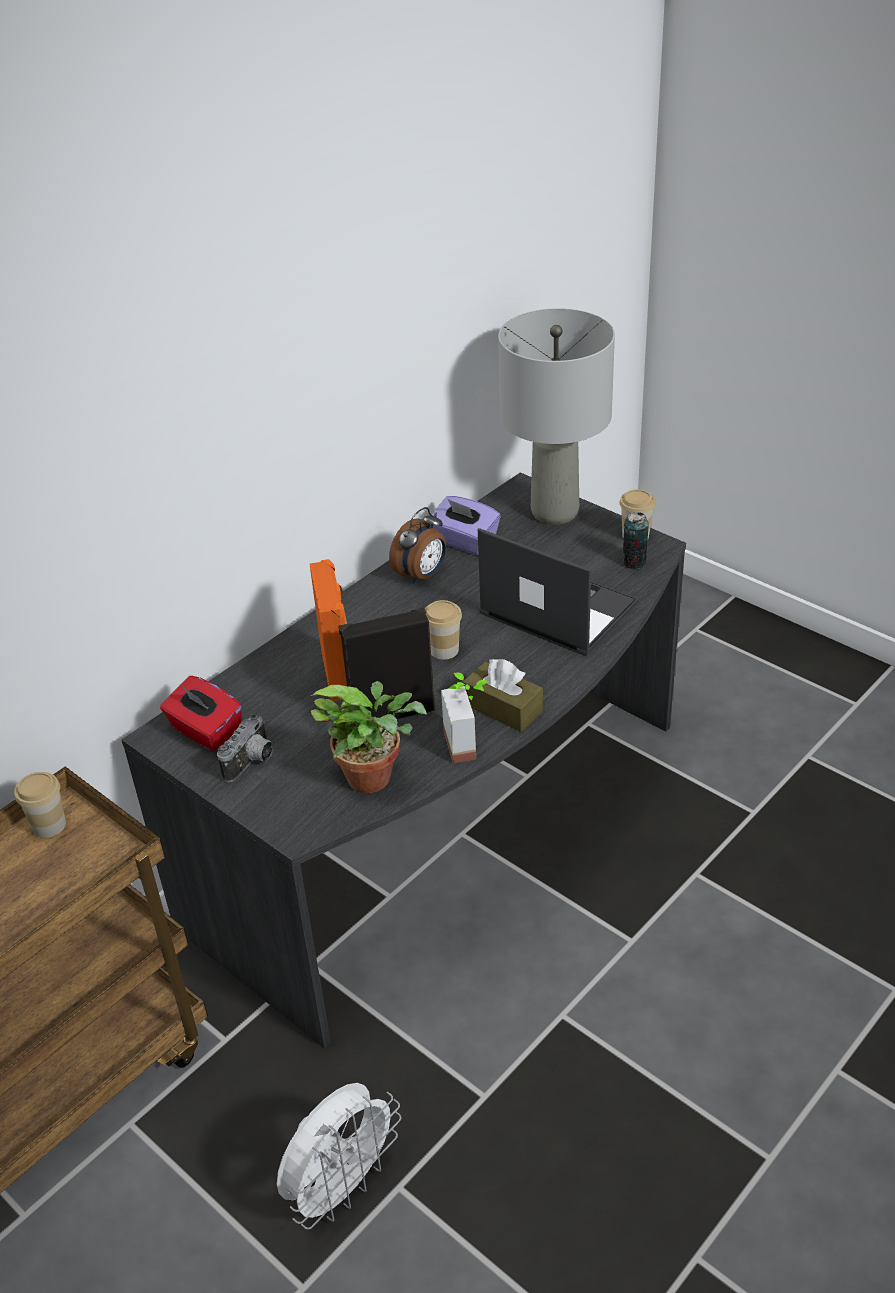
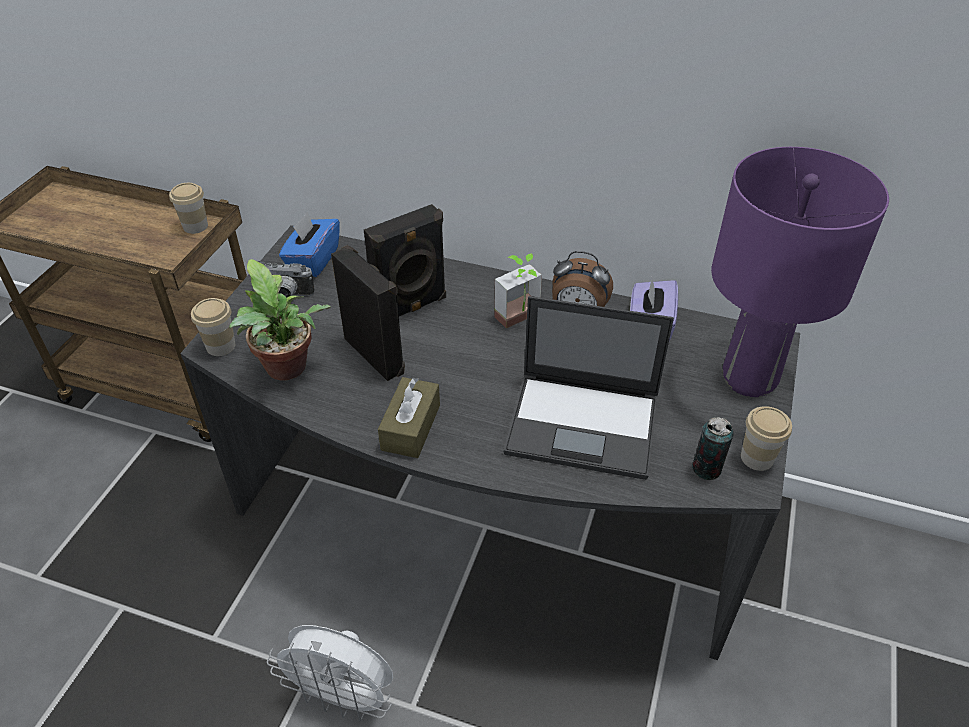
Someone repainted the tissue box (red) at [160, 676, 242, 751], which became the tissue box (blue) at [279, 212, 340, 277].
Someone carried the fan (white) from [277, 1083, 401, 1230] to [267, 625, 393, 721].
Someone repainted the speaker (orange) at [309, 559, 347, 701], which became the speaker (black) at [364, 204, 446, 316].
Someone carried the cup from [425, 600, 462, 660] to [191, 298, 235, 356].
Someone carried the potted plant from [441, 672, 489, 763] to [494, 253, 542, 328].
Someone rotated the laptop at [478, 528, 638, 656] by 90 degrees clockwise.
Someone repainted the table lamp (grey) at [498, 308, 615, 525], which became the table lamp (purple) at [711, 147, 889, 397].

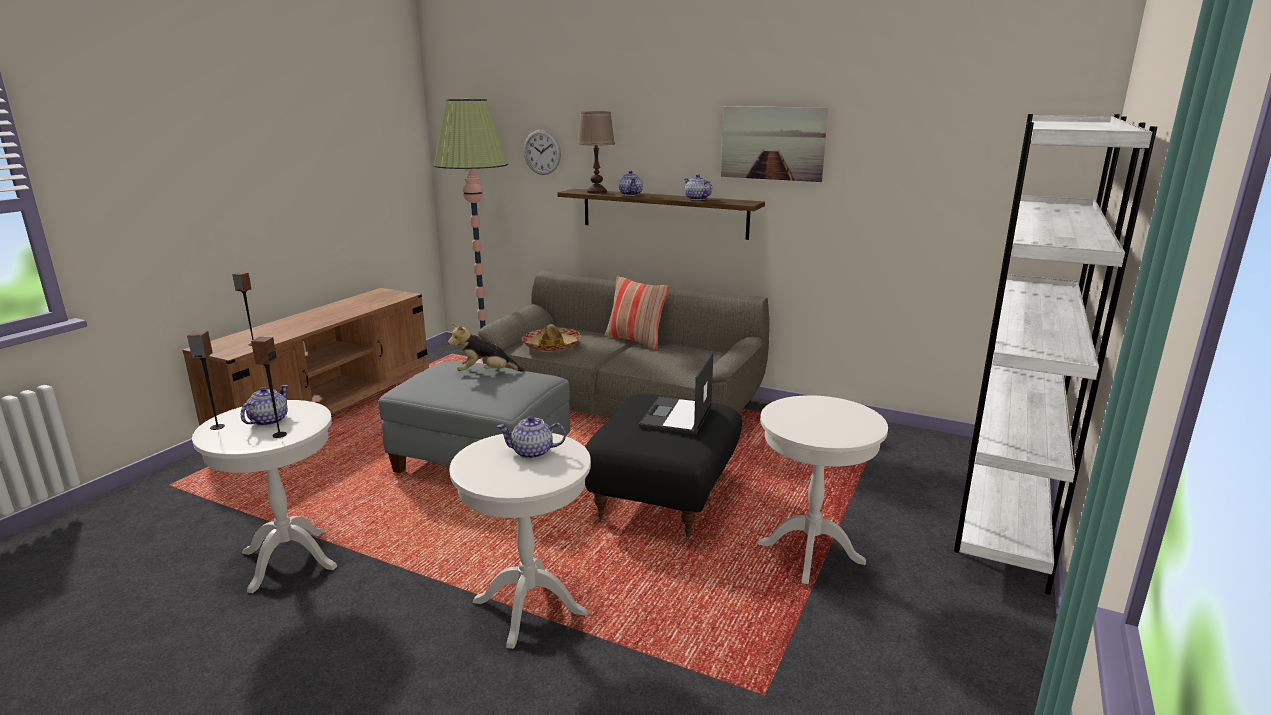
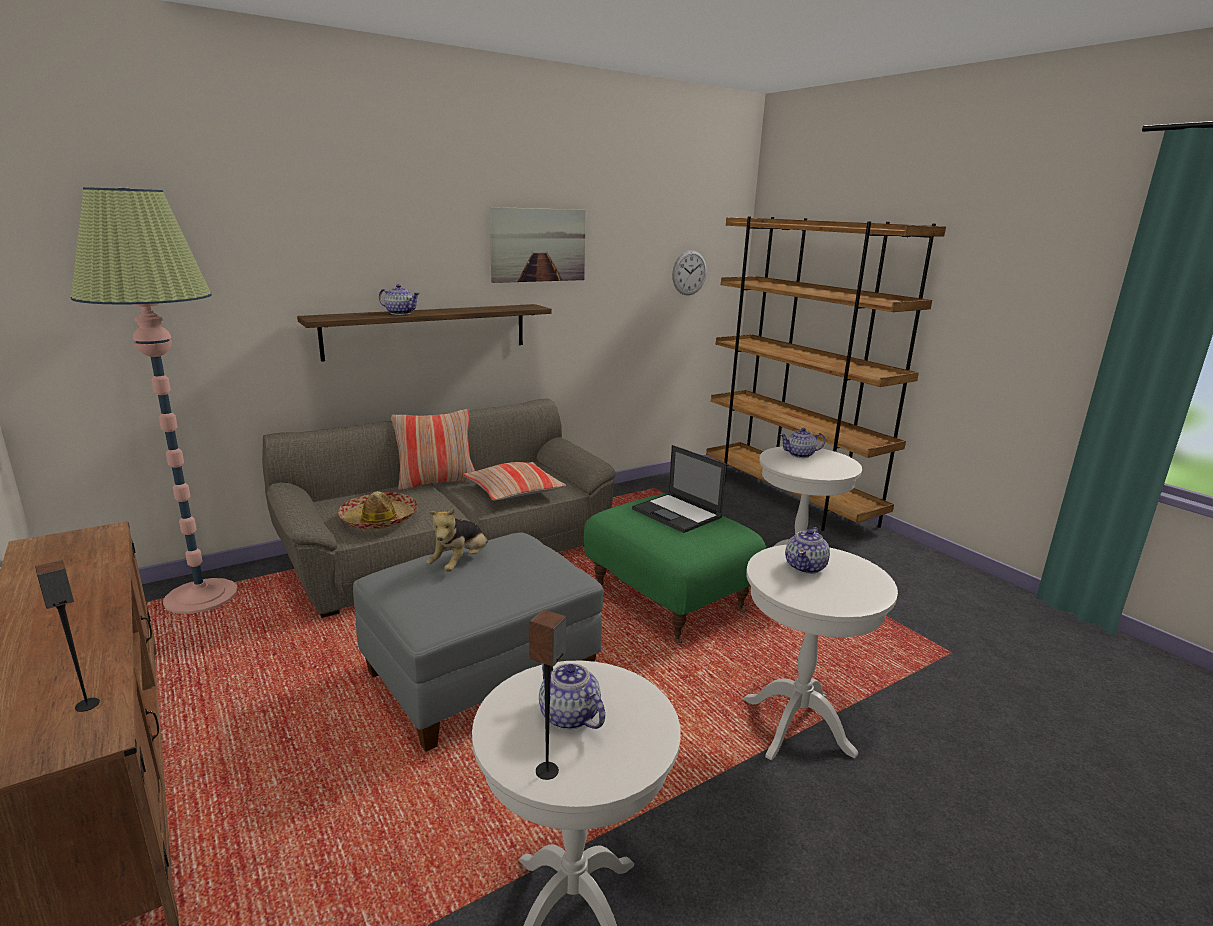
Someone took away the speaker at [251, 337, 287, 438].
Someone carried the wall clock from [524, 130, 561, 175] to [672, 250, 707, 295].
Someone took away the table lamp (brown) at [577, 111, 615, 194].
Someone repainted the ottoman (black) at [585, 394, 742, 541], which became the ottoman (green) at [584, 494, 767, 643].
Someone carried the teapot from [684, 174, 712, 200] to [780, 428, 825, 458].
Someone repainted the bookcase (white) at [954, 114, 1157, 595], which became the bookcase (brown) at [706, 217, 946, 531].
Someone put down the pillow at [463, 462, 566, 501].

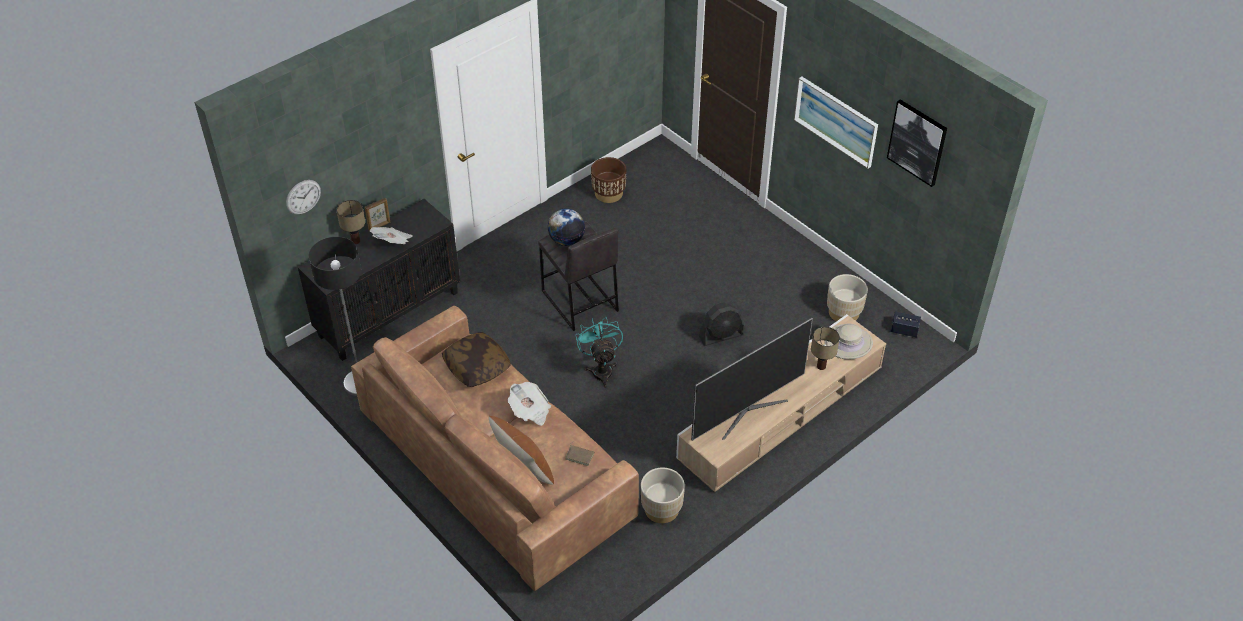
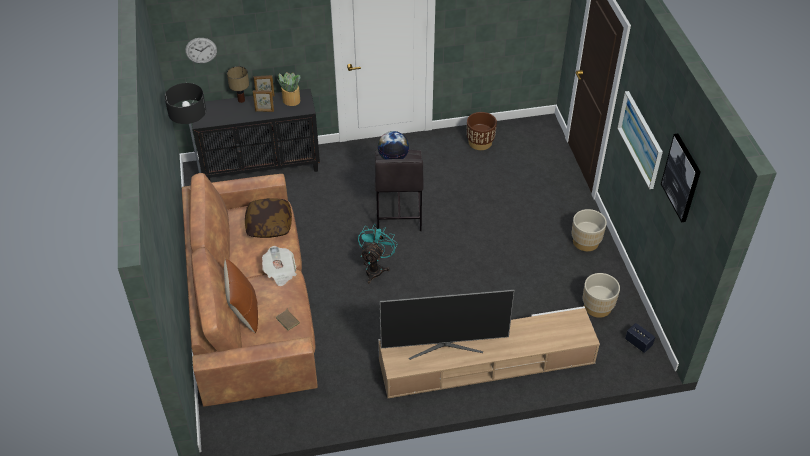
Someone swapped the newspaper at [370, 227, 412, 244] for the picture frame at [253, 90, 274, 112].
Someone carried the planter (beige) from [641, 468, 685, 523] to [572, 209, 607, 251].
Someone took away the fan (black) at [699, 303, 743, 346].
Someone took away the table lamp at [811, 327, 840, 370].
Someone took away the hat (beige) at [824, 324, 873, 359].
Someone put down the potted plant at [277, 72, 300, 106].

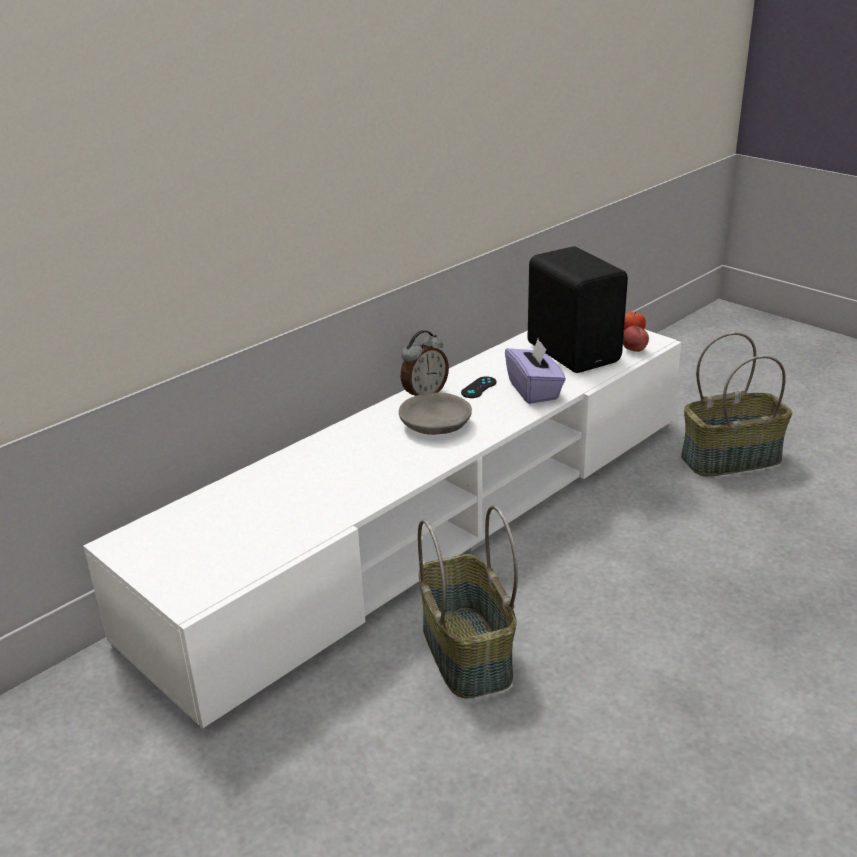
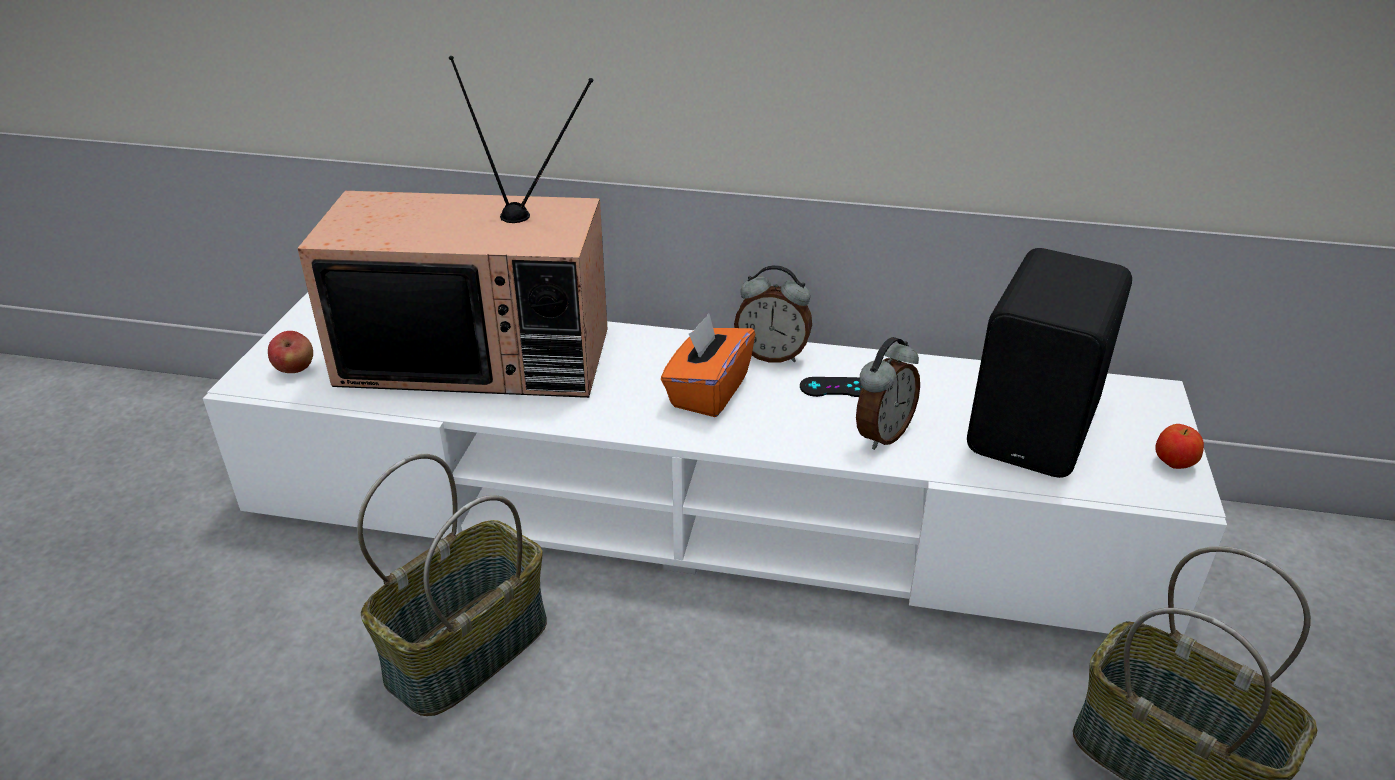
Someone swapped the bowl (grey) at [399, 392, 472, 435] for the tissue box (orange) at [661, 313, 755, 417].
Someone swapped the tissue box (purple) at [505, 339, 566, 404] for the alarm clock at [856, 337, 920, 450].
Someone carried the apple from [623, 326, 649, 352] to [268, 331, 313, 373].
Someone put down the television at [297, 56, 607, 398].

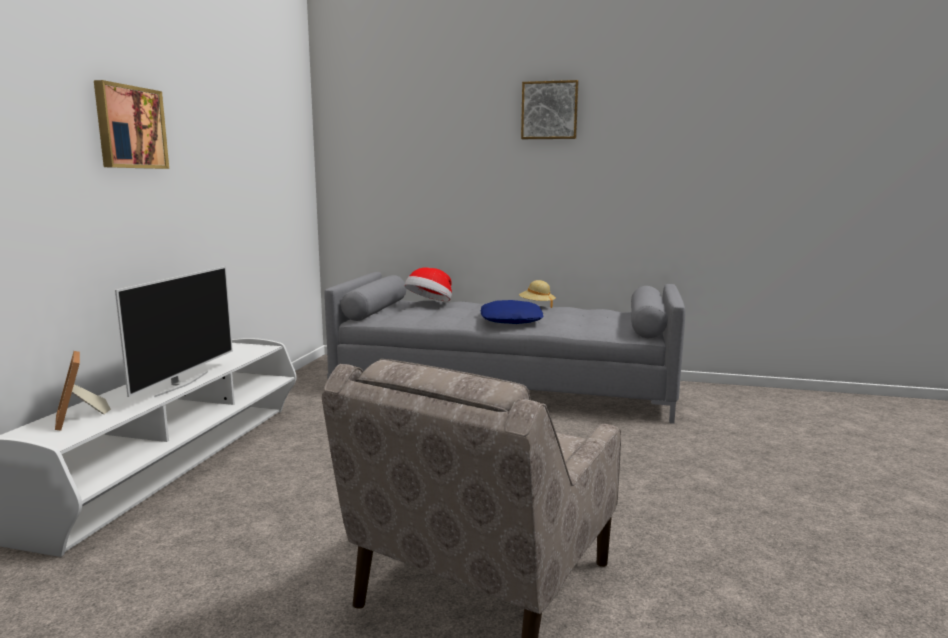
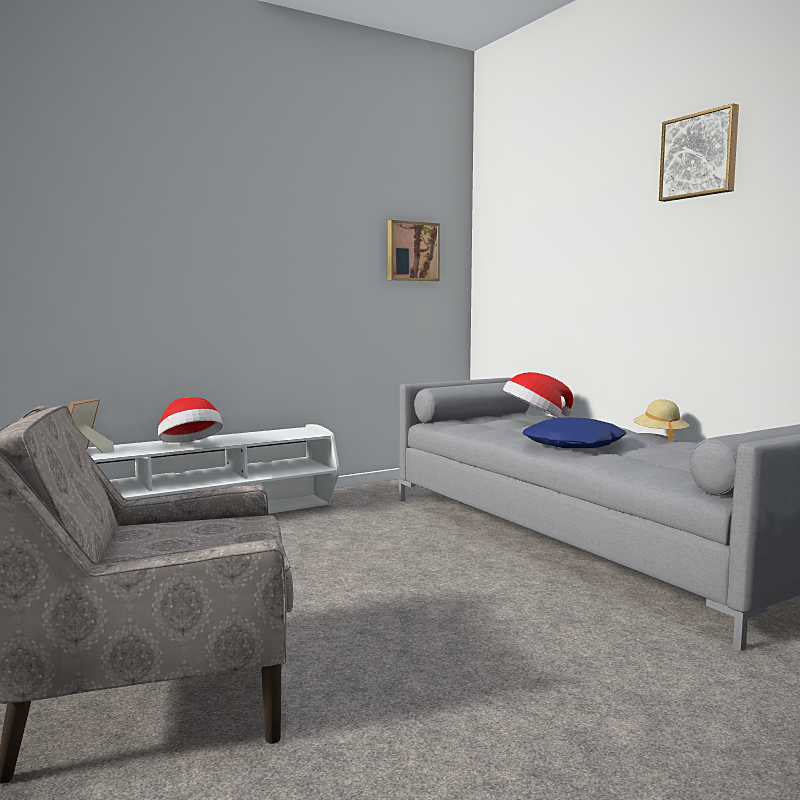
Someone carried the picture from [94, 80, 169, 169] to [388, 220, 440, 281].
Someone swapped the television at [115, 266, 233, 398] for the hat at [158, 397, 223, 443].

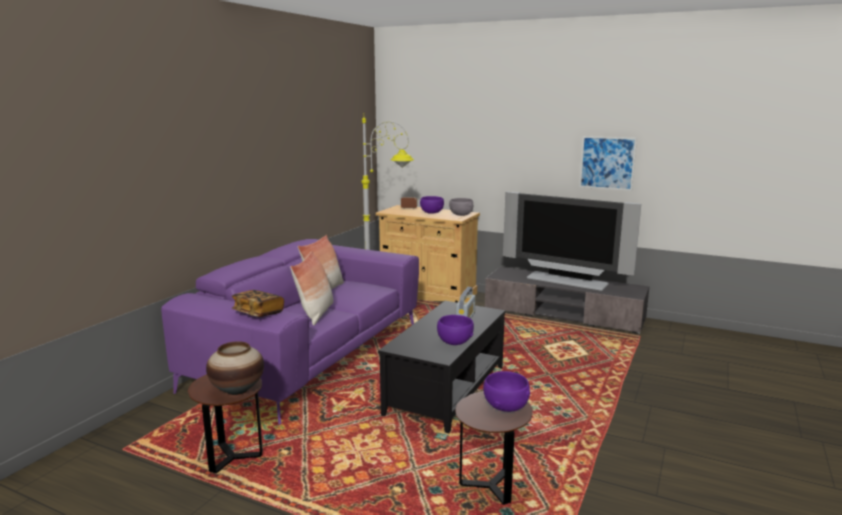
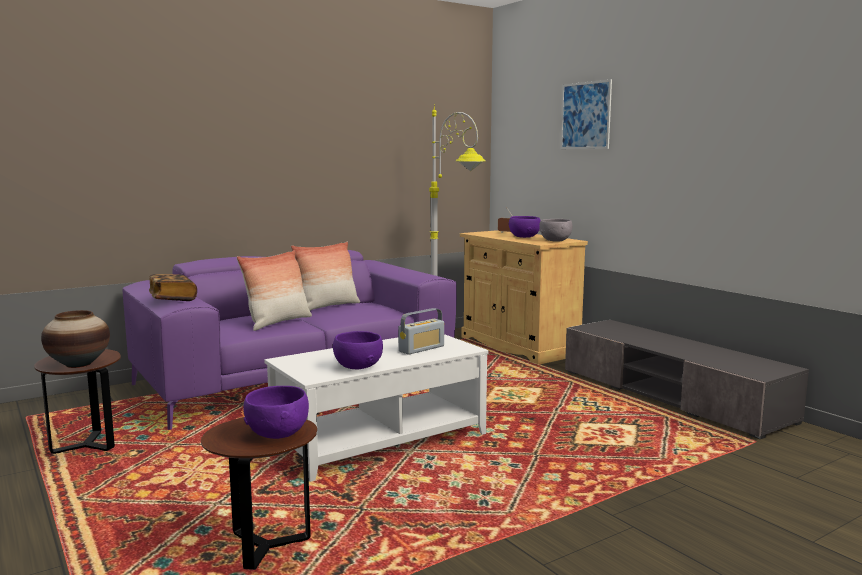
Someone repainted the coffee table (black) at [378, 301, 505, 434], which became the coffee table (white) at [264, 334, 489, 482].
Someone took away the television at [503, 192, 641, 291].
Someone carried the picture from [579, 136, 637, 191] to [560, 79, 612, 149].

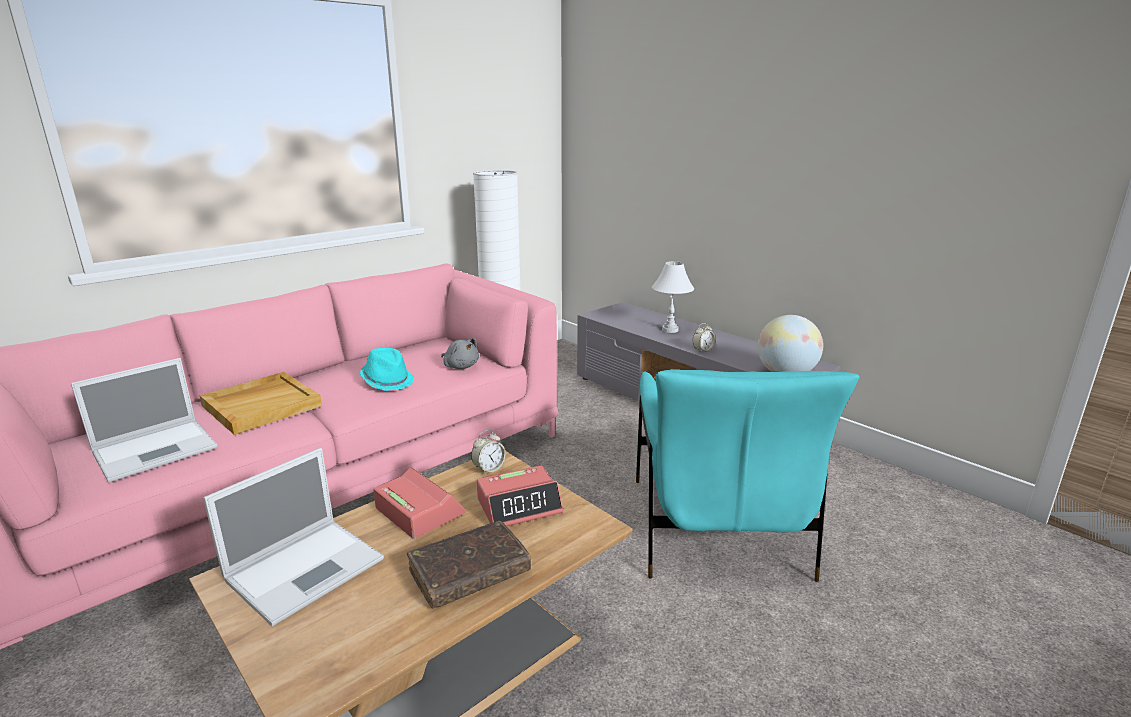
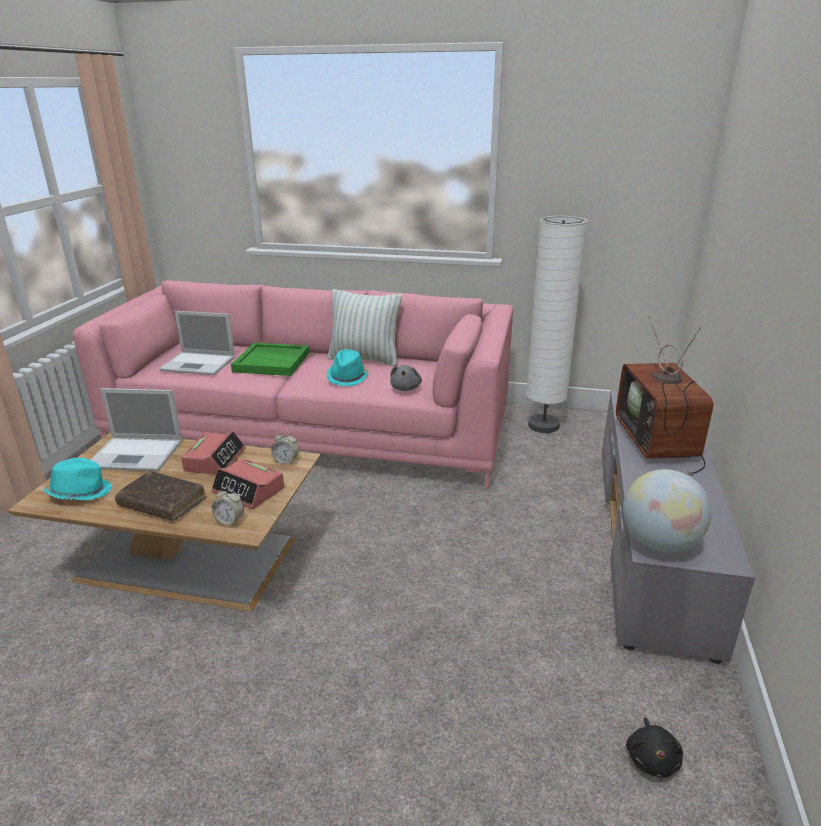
Someone repainted the tray (beige) at [199, 372, 322, 435], which became the tray (green) at [231, 343, 310, 376].
Someone took away the armchair (turquoise) at [636, 369, 859, 582].
Someone swapped the table lamp (white) at [652, 261, 694, 333] for the television at [616, 317, 713, 476].
Someone carried the alarm clock from [692, 323, 715, 353] to [211, 487, 244, 526].
Someone put down the hat (turquoise) at [44, 458, 112, 500].
Someone put down the pillow at [327, 289, 402, 366].
Someone put down the plush toy (black) at [626, 717, 683, 777].

